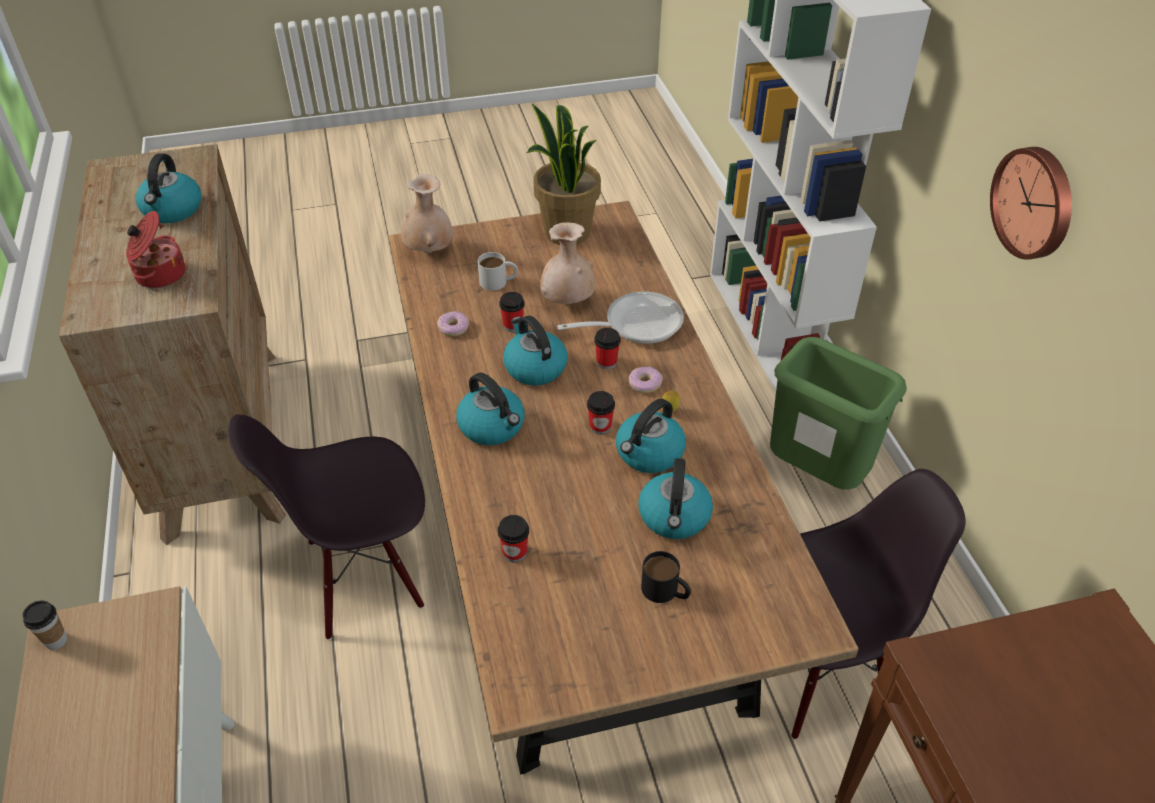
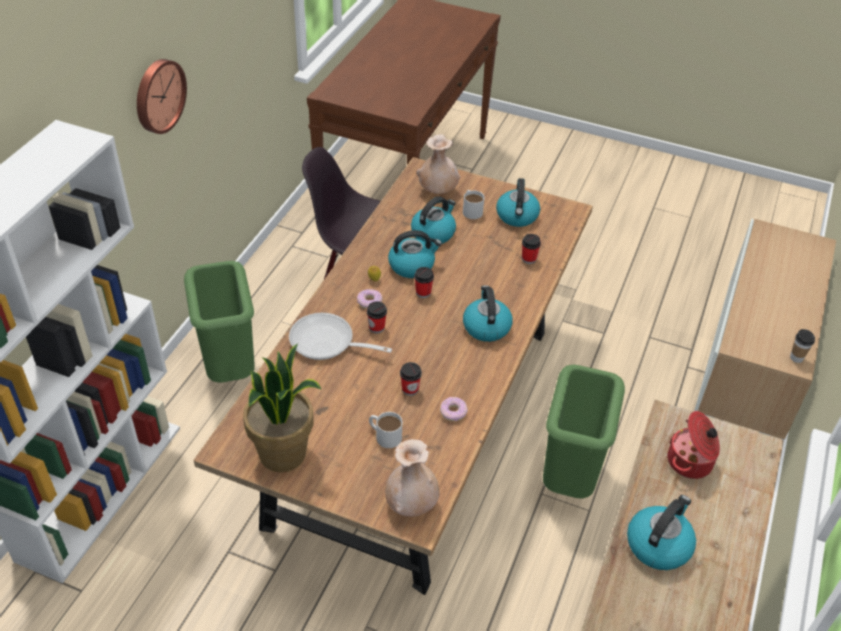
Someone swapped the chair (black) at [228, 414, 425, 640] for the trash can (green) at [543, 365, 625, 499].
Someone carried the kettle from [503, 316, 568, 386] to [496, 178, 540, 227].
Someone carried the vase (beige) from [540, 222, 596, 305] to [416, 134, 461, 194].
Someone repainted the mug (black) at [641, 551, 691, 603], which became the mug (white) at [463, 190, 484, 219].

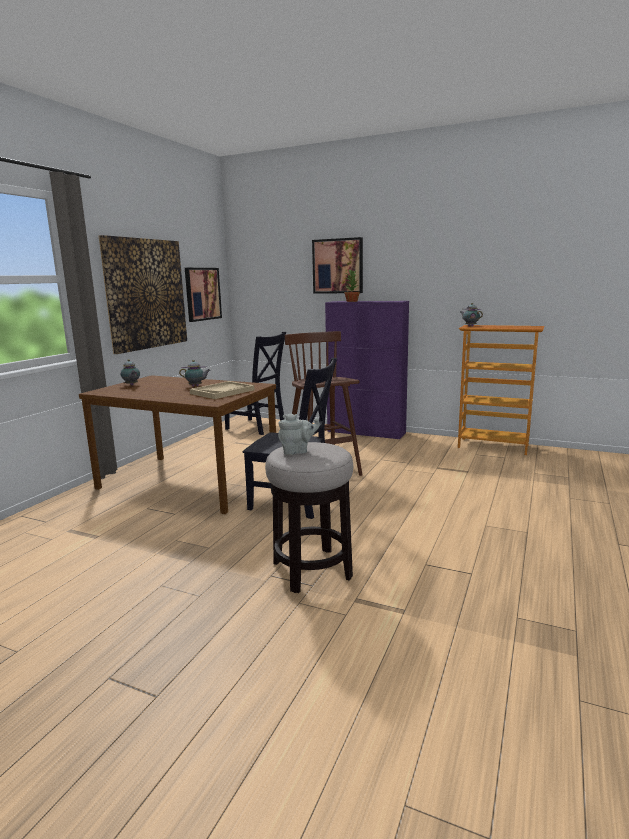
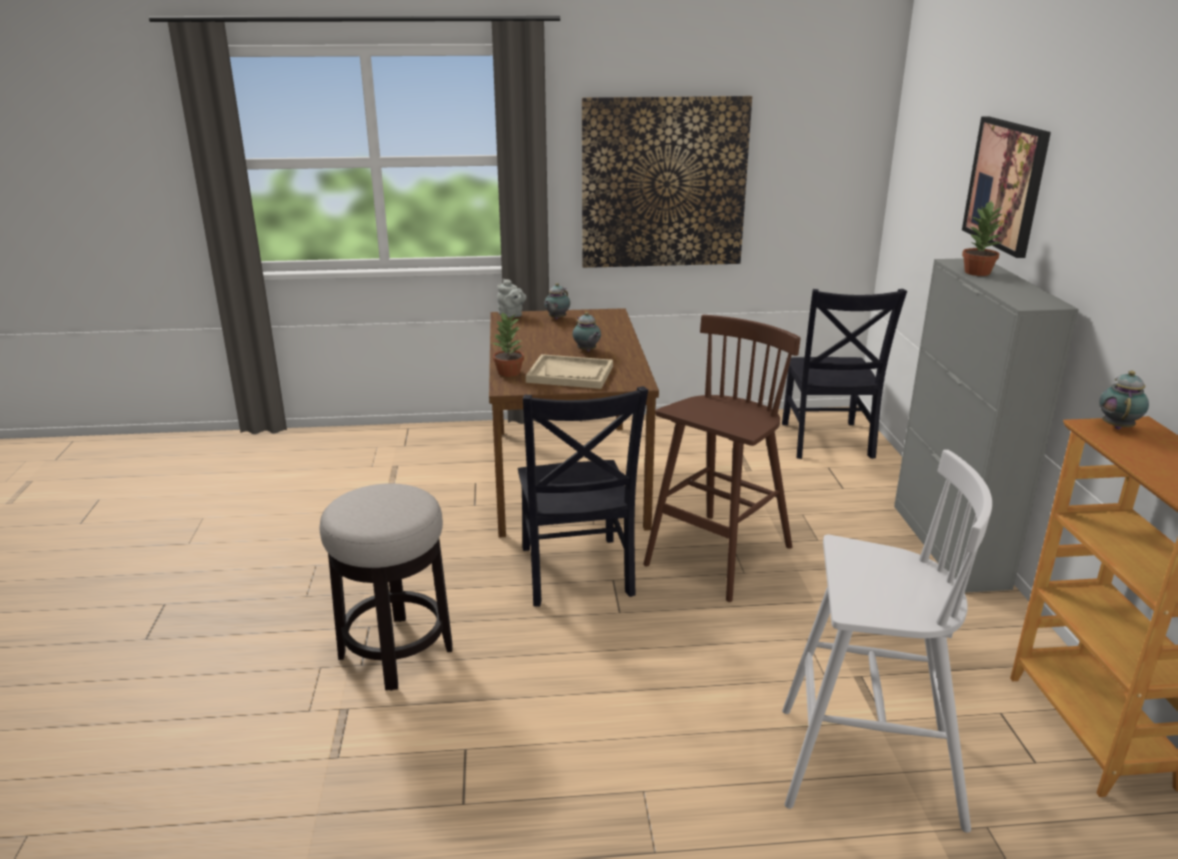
Someone took away the picture at [185, 268, 222, 322].
Someone carried the teapot (grey) from [278, 413, 320, 455] to [497, 279, 527, 318].
Someone repainted the cabinet (purple) at [325, 301, 409, 439], which became the cabinet (grey) at [894, 258, 1079, 593].
Someone put down the potted plant at [493, 312, 524, 377].
Someone put down the stool (white) at [782, 450, 992, 833].

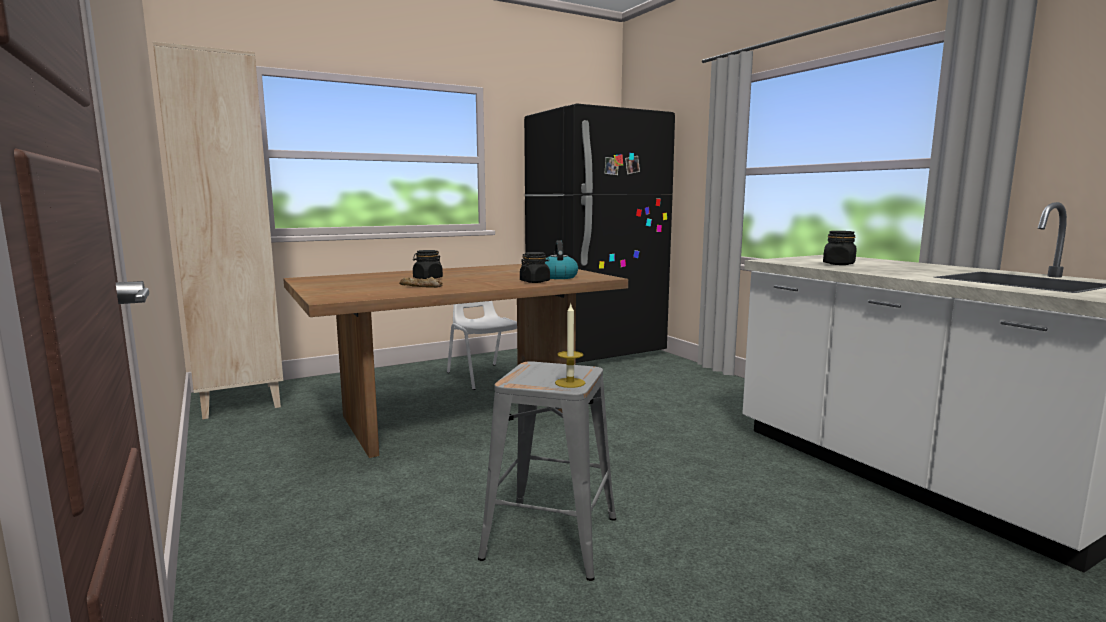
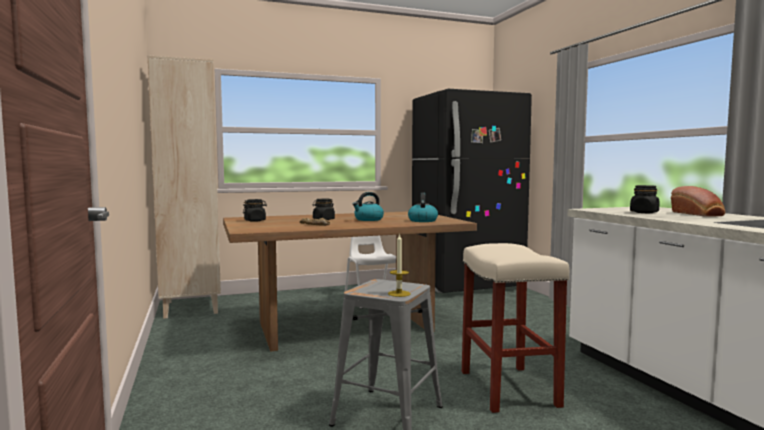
Someone carried the jar (black) from [520, 252, 550, 283] to [243, 199, 267, 222].
Someone put down the kettle at [352, 192, 384, 221].
Someone put down the stool (beige) at [462, 243, 570, 413].
Someone put down the bread at [671, 186, 725, 217].

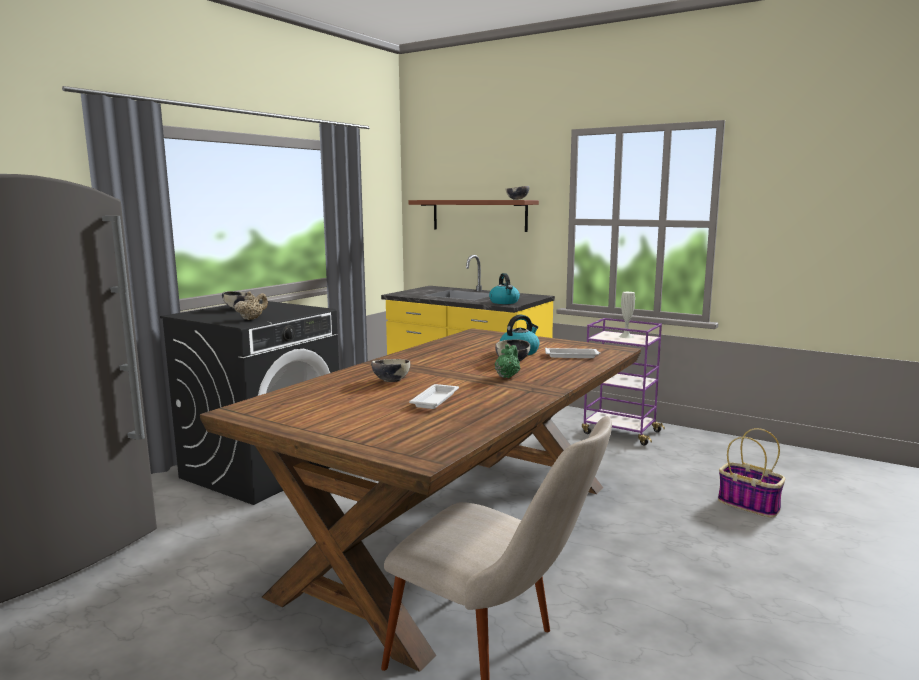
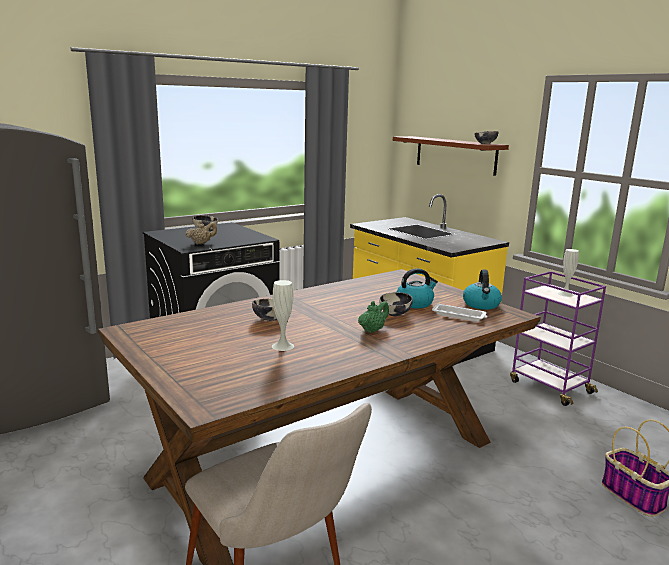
Someone swapped the tray (white) at [409, 384, 459, 409] for the vase (white) at [272, 280, 294, 351].
Someone carried the kettle from [489, 273, 520, 304] to [463, 269, 502, 310].

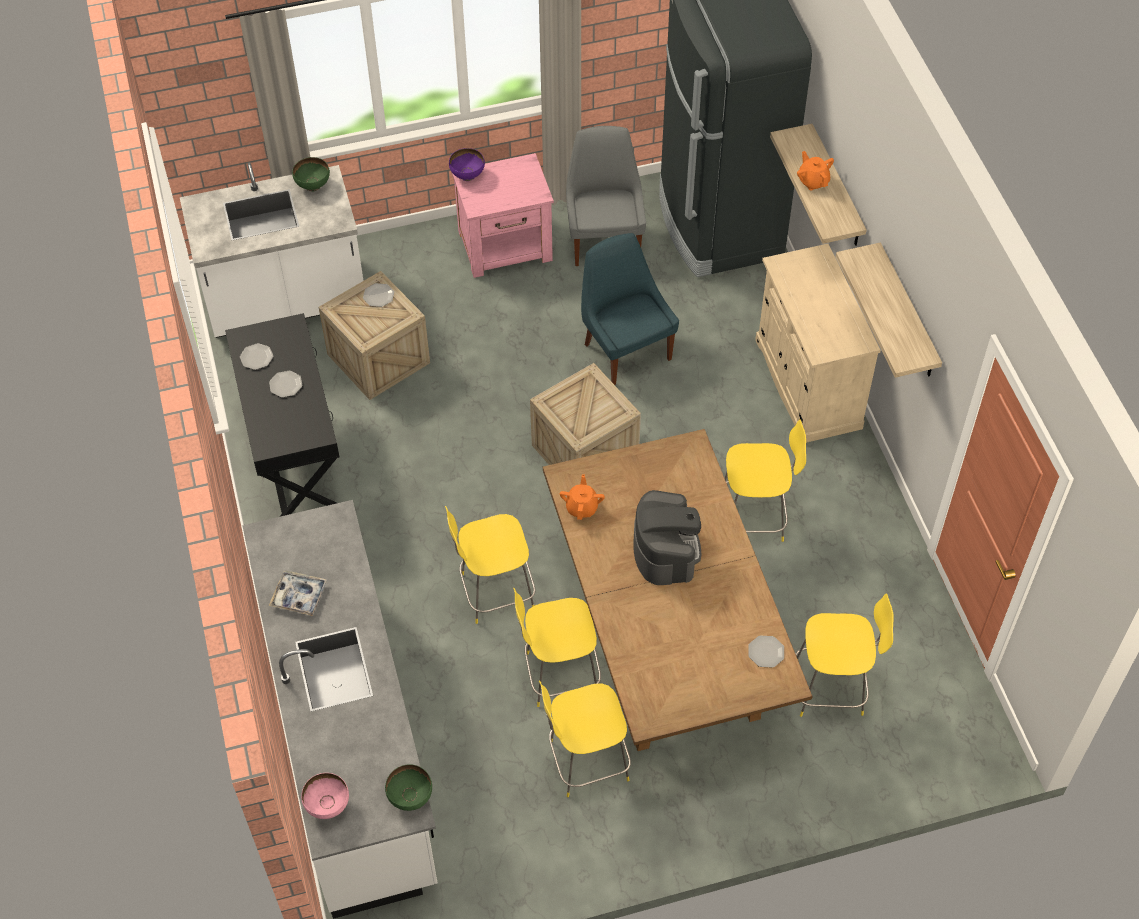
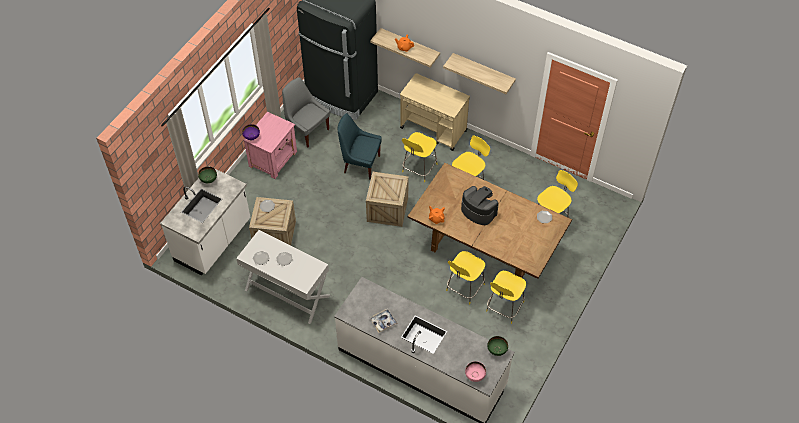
Someone repainted the console table (black) at [225, 313, 339, 517], which became the console table (white) at [236, 230, 330, 324].
Someone carried the stool (yellow) from [445, 506, 535, 624] to [402, 132, 437, 182].
Someone swapped the cabinet (beige) at [755, 244, 881, 443] for the cart (beige) at [400, 73, 470, 151].

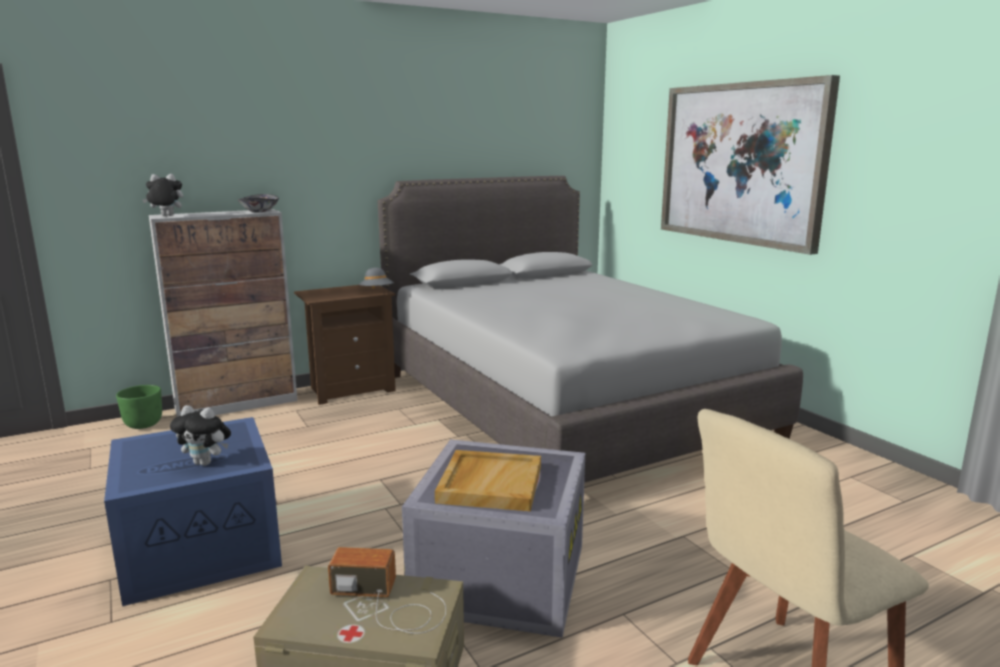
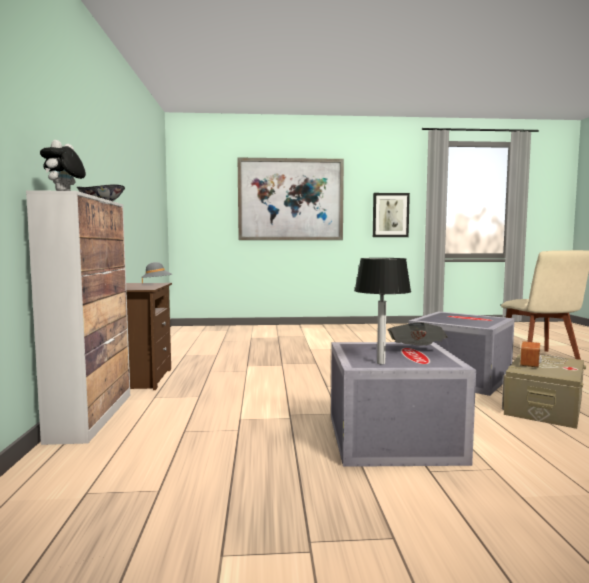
Someone repainted the storage box (blue) at [104, 417, 282, 606], which became the storage box (grey) at [331, 342, 476, 467].
Someone took away the planter (green) at [116, 385, 162, 429].
Someone swapped the plush toy at [170, 405, 231, 466] for the newspaper at [387, 322, 448, 345].
Someone took away the bed (grey) at [378, 176, 803, 483].
Someone took away the tray (beige) at [435, 450, 541, 511].
Someone put down the table lamp at [354, 258, 411, 364].
Someone put up the picture at [373, 193, 410, 237].

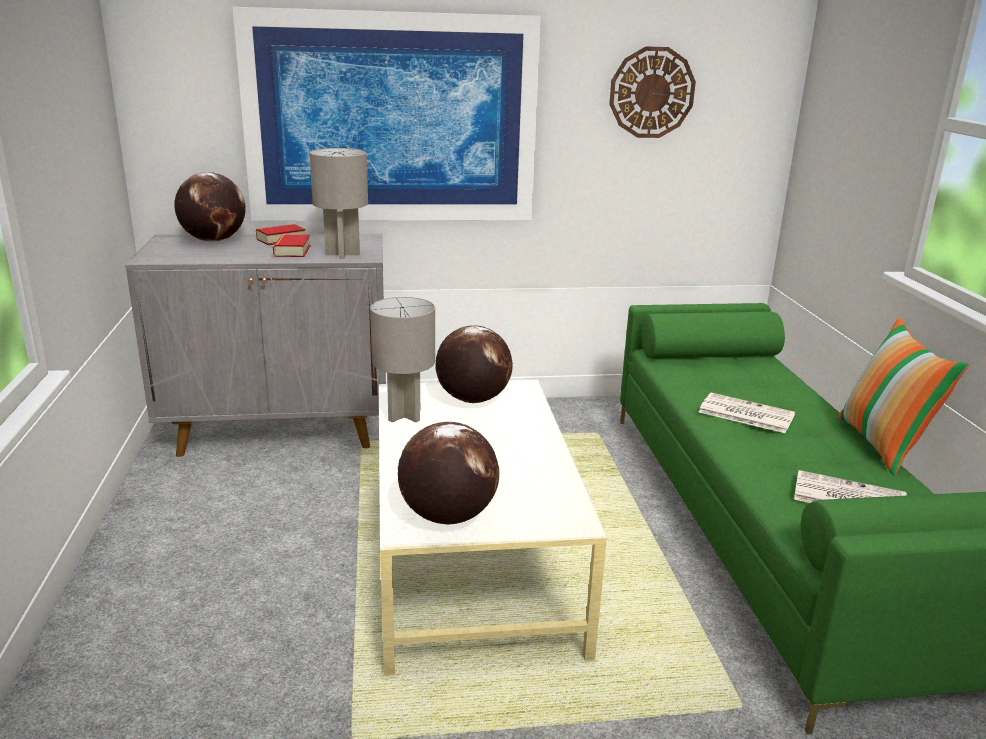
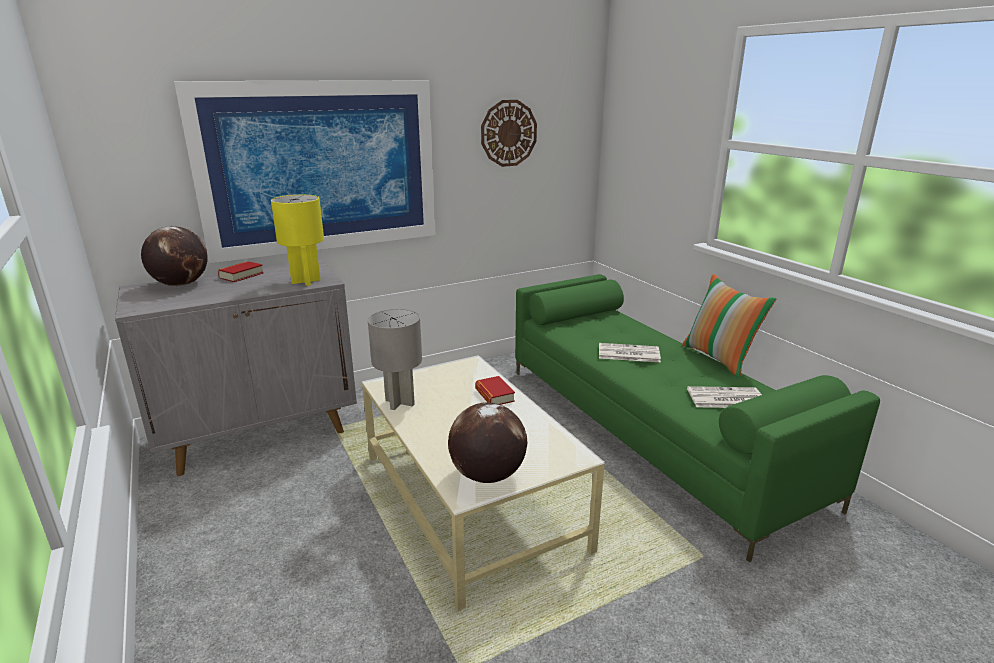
Someone carried the book from [273, 235, 310, 257] to [475, 376, 515, 405].
Someone repainted the table lamp (grey) at [310, 148, 368, 259], which became the table lamp (yellow) at [271, 195, 324, 286].
Someone took away the globe at [435, 325, 513, 403].

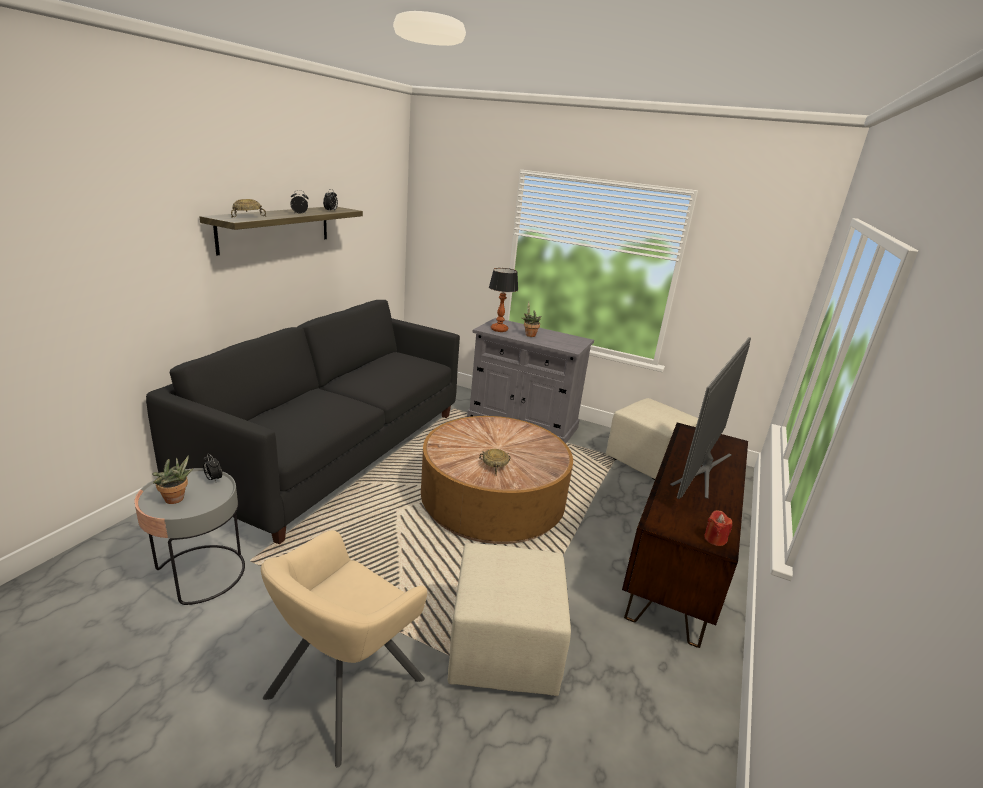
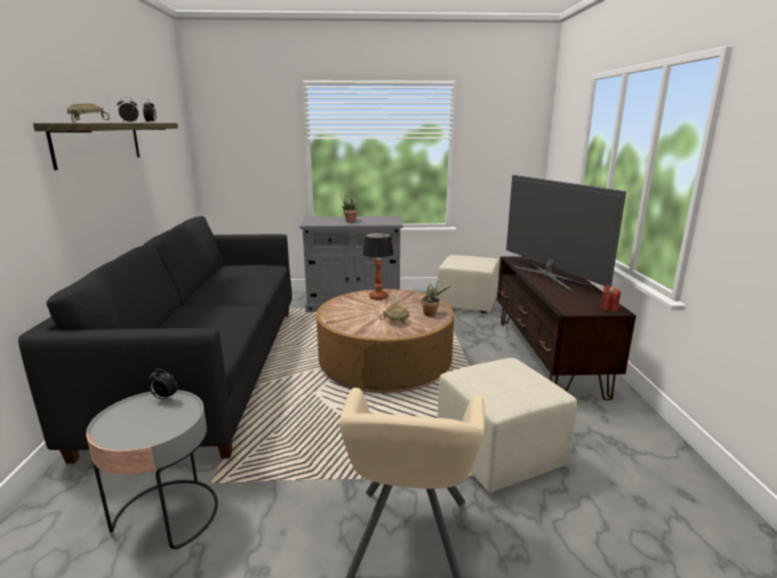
Someone carried the potted plant from [152, 455, 193, 504] to [421, 281, 452, 317].
Someone carried the table lamp from [489, 268, 518, 332] to [363, 232, 394, 300].
Someone rotated the television at [670, 337, 751, 499] by 150 degrees clockwise.

